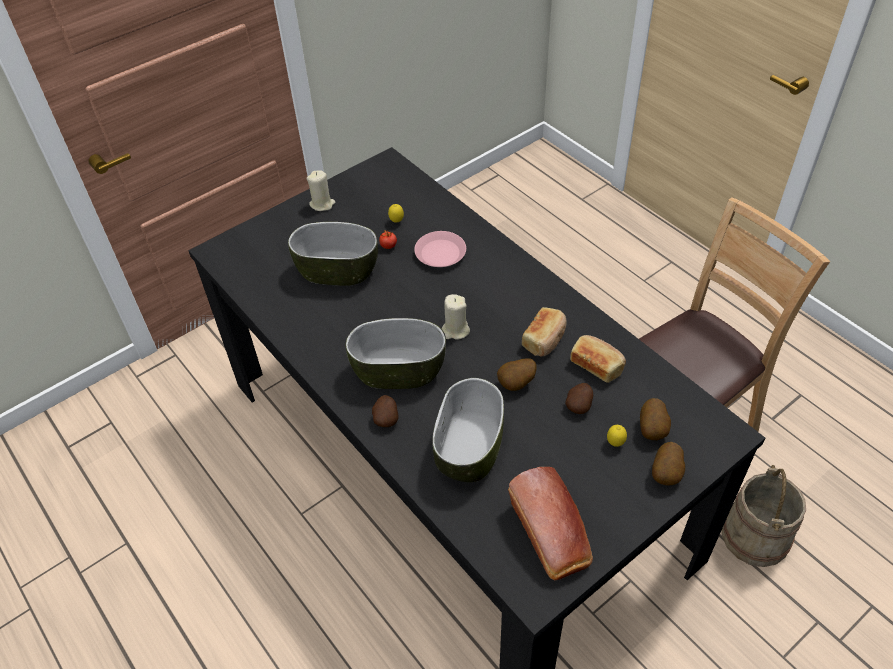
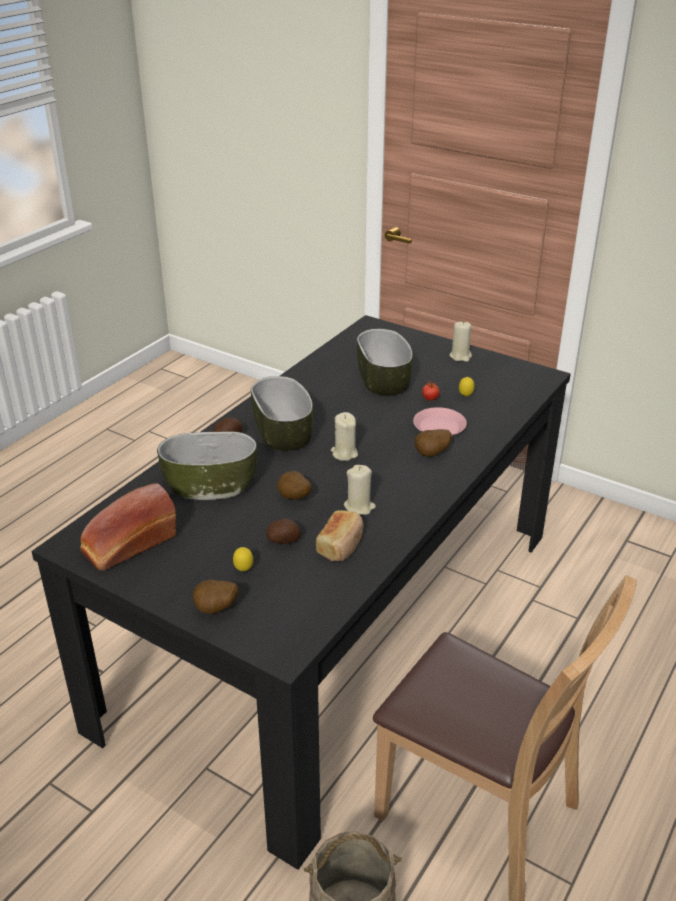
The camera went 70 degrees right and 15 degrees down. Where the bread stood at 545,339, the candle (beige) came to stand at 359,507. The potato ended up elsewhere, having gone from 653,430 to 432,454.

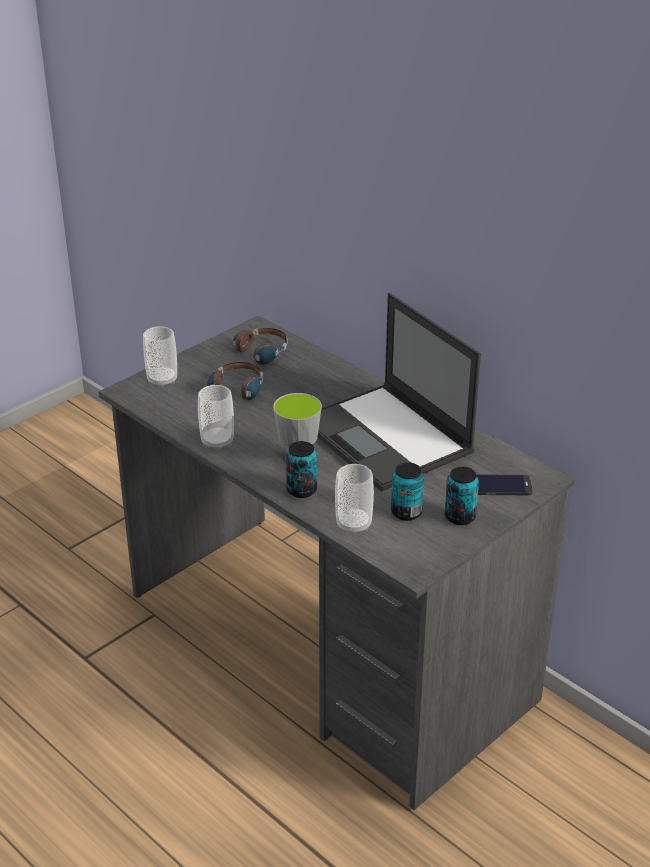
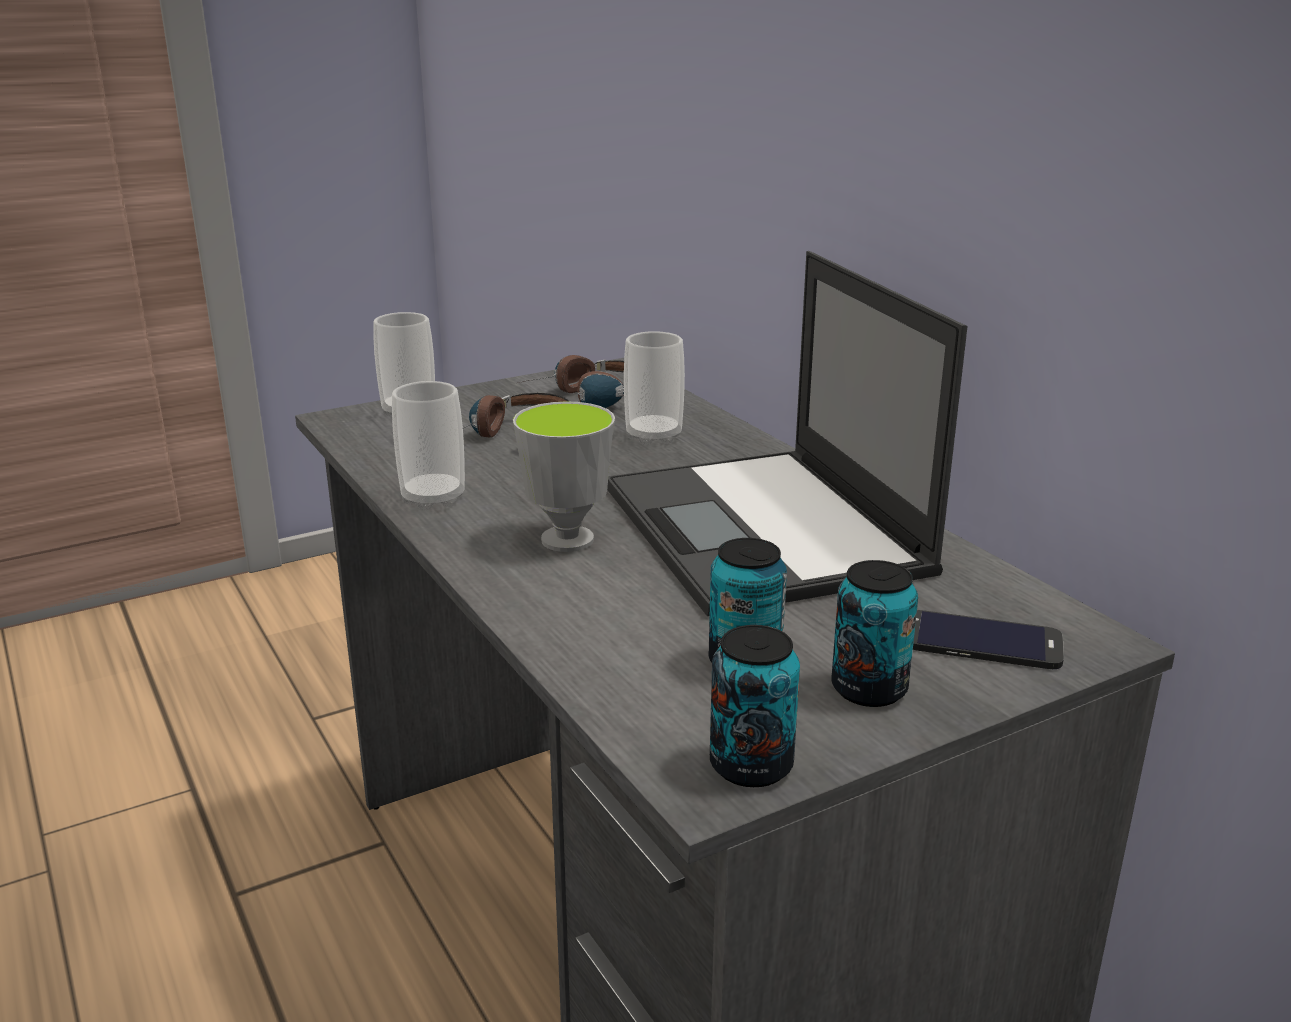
The camera went 15 degrees right and 10 degrees down. The cup ended up elsewhere, having gone from 353,525 to 653,436. The can ended up elsewhere, having gone from 301,490 to 751,765.

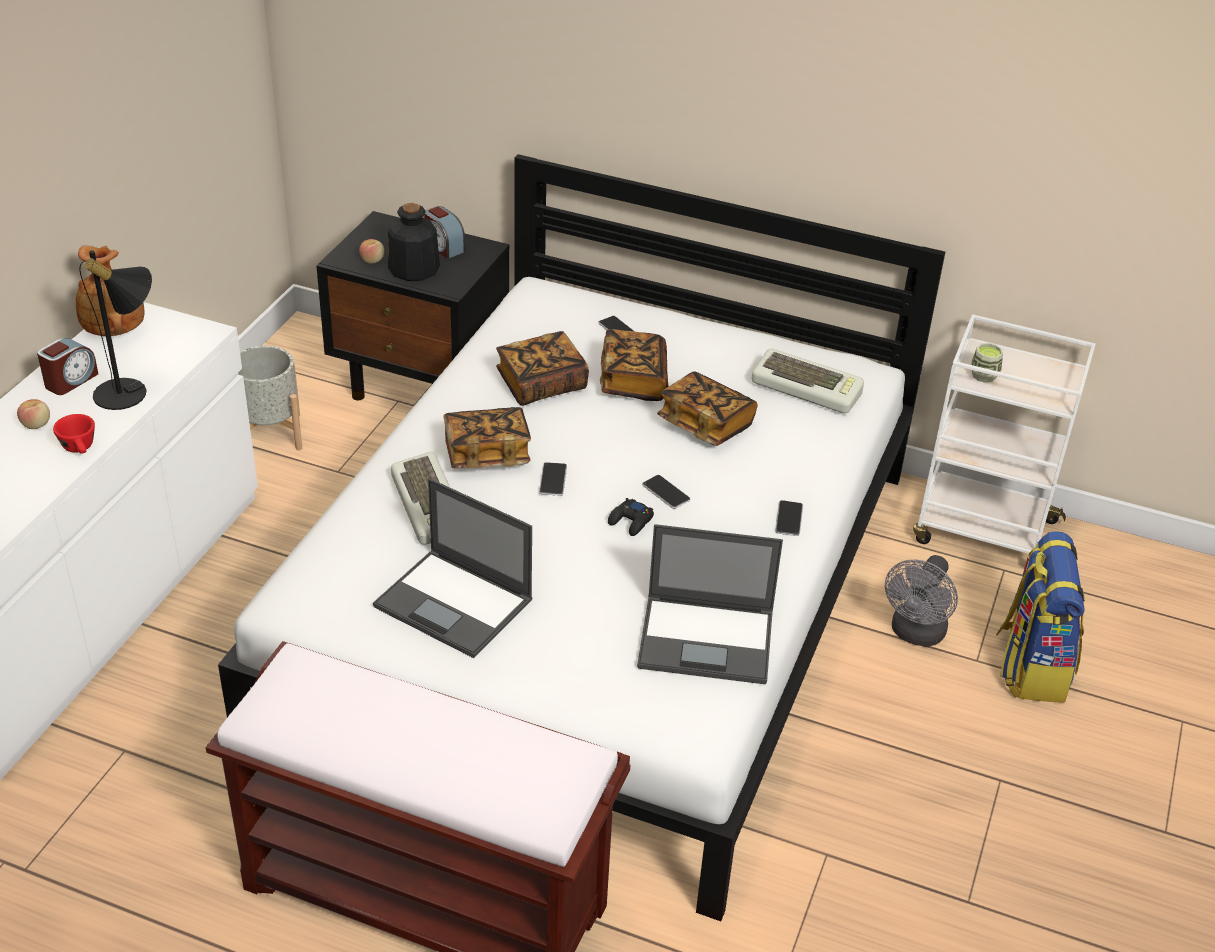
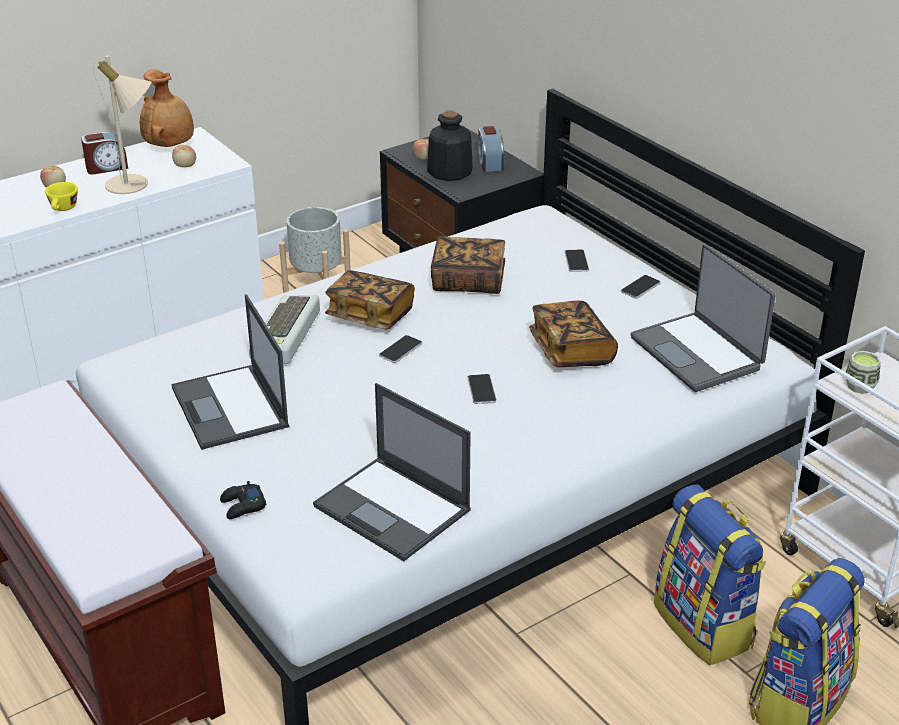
The camera went 35 degrees right and 5 degrees down. What was the cup (red) at 80,449 turned into the cup (yellow) at 63,209. What was the table lamp (black) at 131,392 turned into the table lamp (beige) at 134,185. The second view gained the apple at 185,166. The game controller (black) ended up elsewhere, having gone from 631,521 to 243,506. The phone ended up elsewhere, having gone from 789,519 to 640,287. Where the keyboard stood at 808,388, the laptop came to stand at 698,353. Where the fan (grey) stood at 915,634, the backpack came to stand at 705,625. The second view lost the book at 633,381.

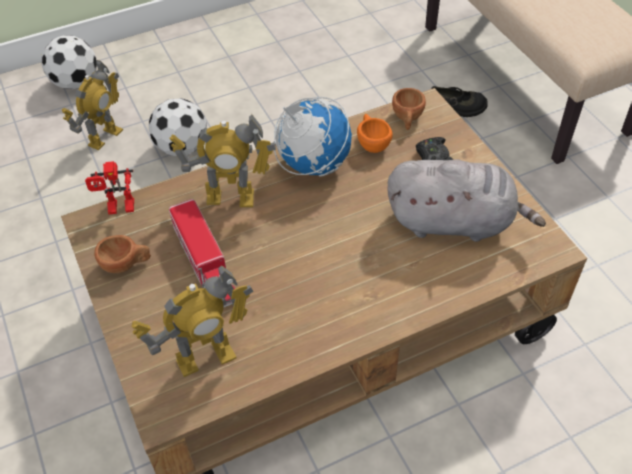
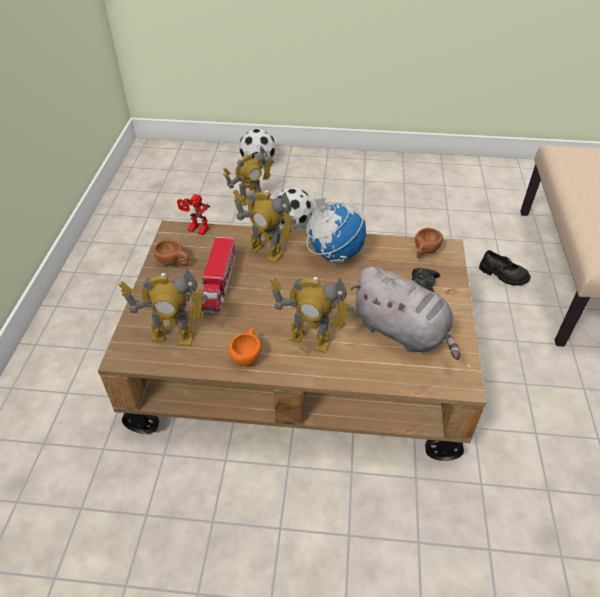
The camera went 30 degrees right and 5 degrees down. The cup (orange) ended up elsewhere, having gone from 372,143 to 247,355. The second view gained the toy robot at 310,340.

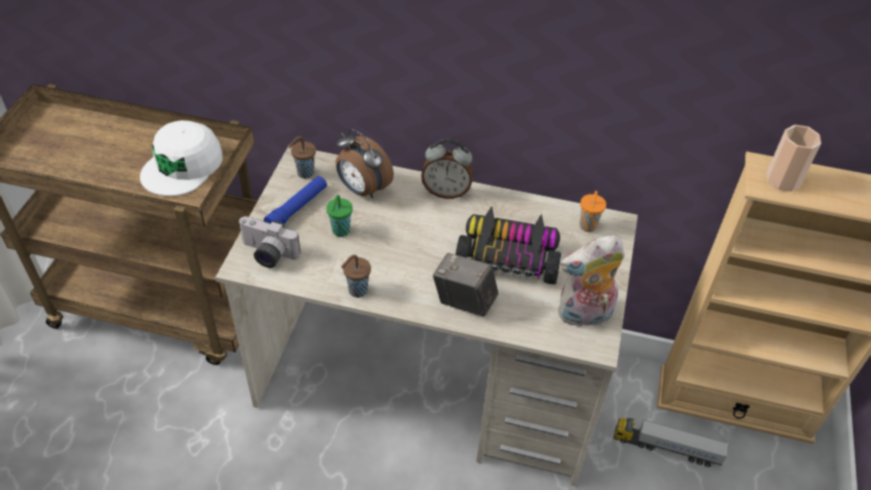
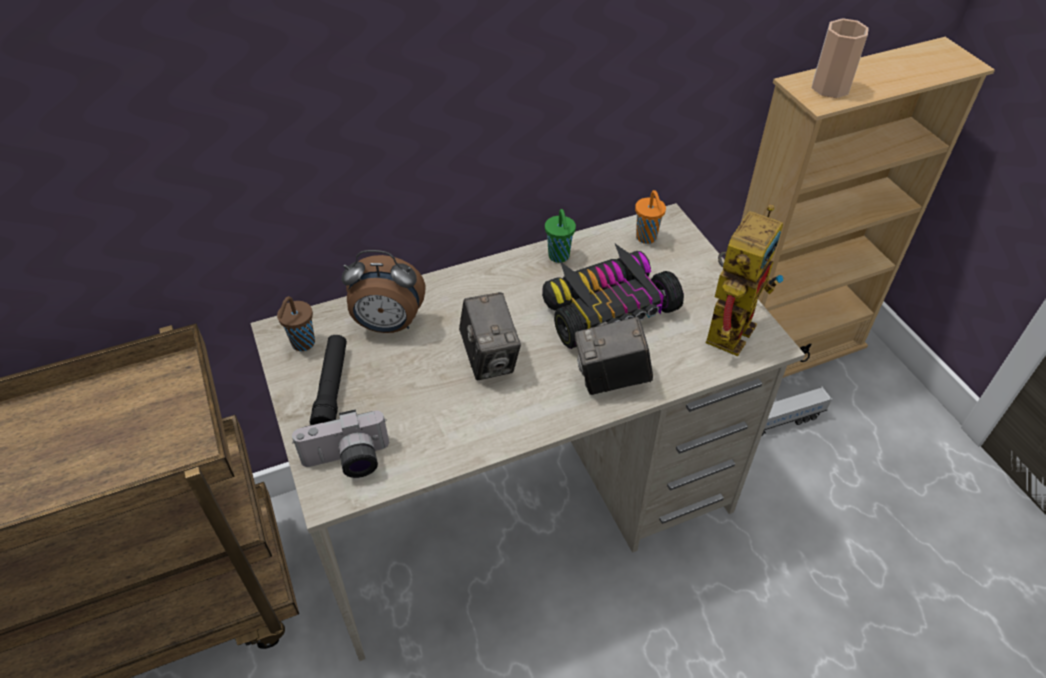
The camera went 35 degrees left and 0 degrees up. What was the flashlight (blue) at 297,208 turned into the flashlight (black) at 332,387. The second view gained the photo camera at 490,358. The cup (green) ended up elsewhere, having gone from 340,231 to 559,257. Where the plush toy stood at 584,316, the toy robot came to stand at 730,323. The second view lost the cap (white) at 183,166. The second view lost the cup (brown) at 357,291. The second view lost the alarm clock at 446,191.

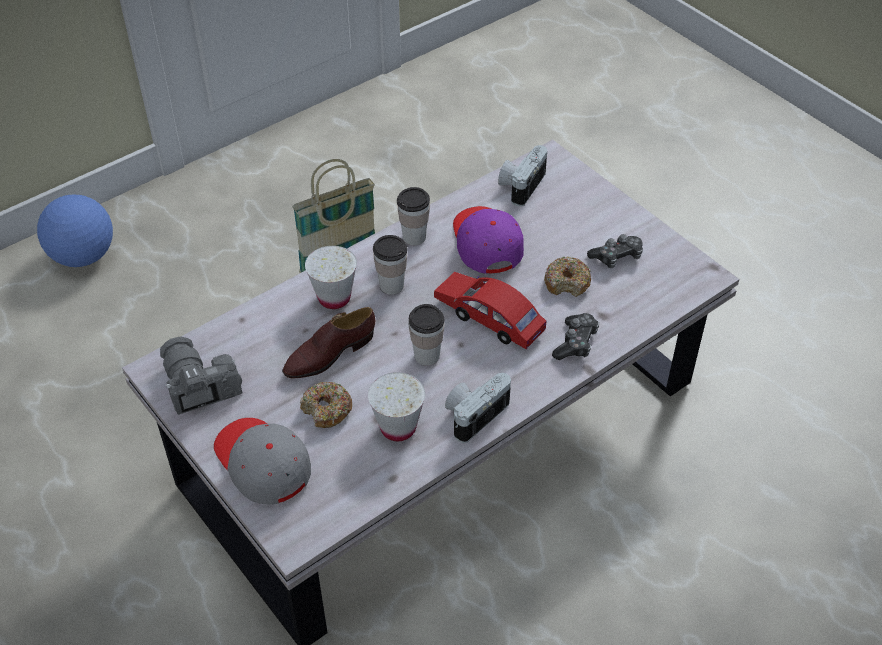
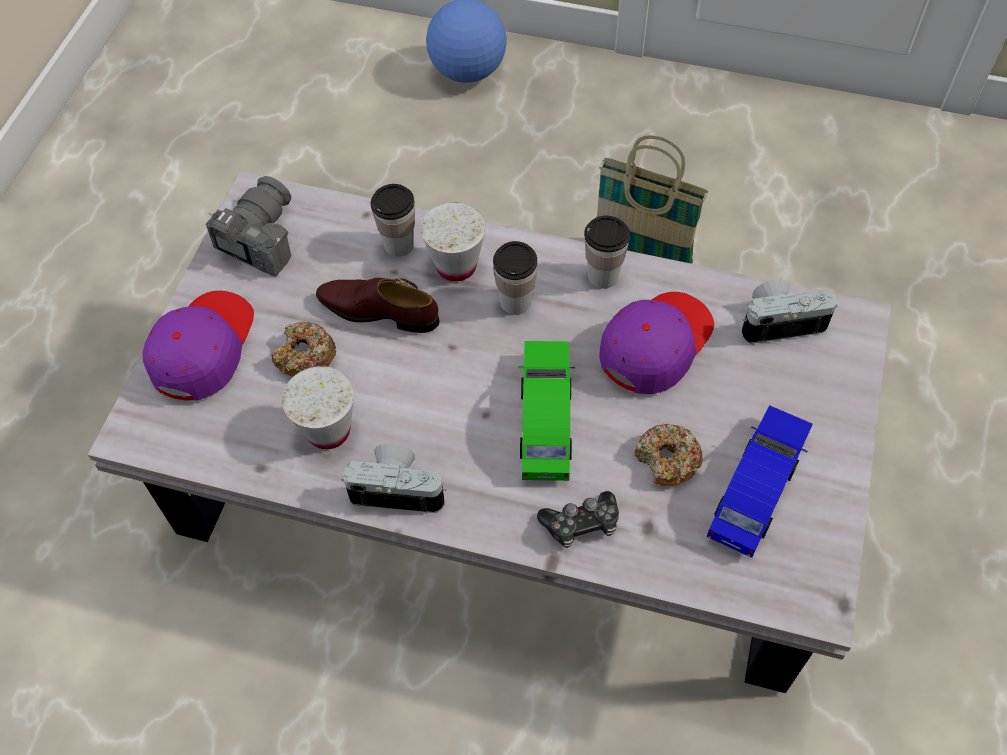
The camera went 55 degrees right and 10 degrees up. What was the cap (grey) at 262,463 turned into the cap (purple) at 203,349. The cup ended up elsewhere, having gone from 427,356 to 399,245. What was the toy car (red) at 488,318 turned into the toy car (green) at 545,417. Where the game controller stood at 617,257, the toy car (blue) came to stand at 757,486.

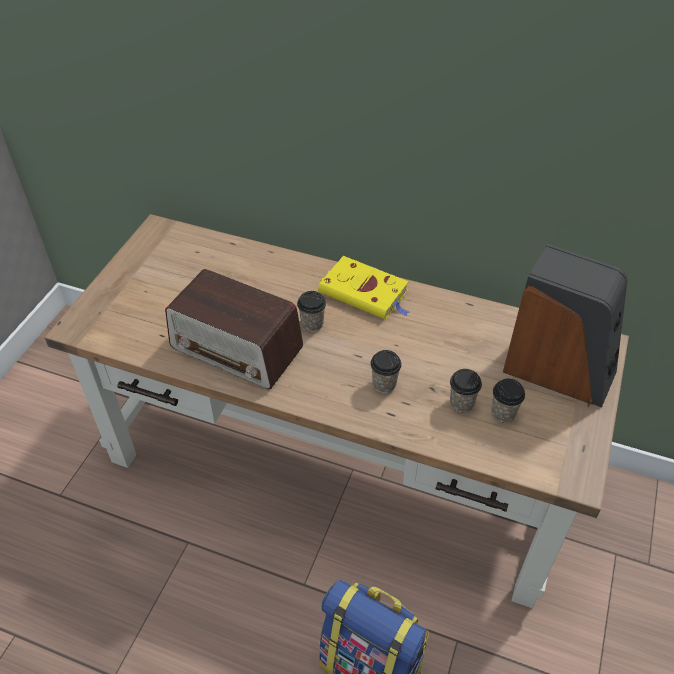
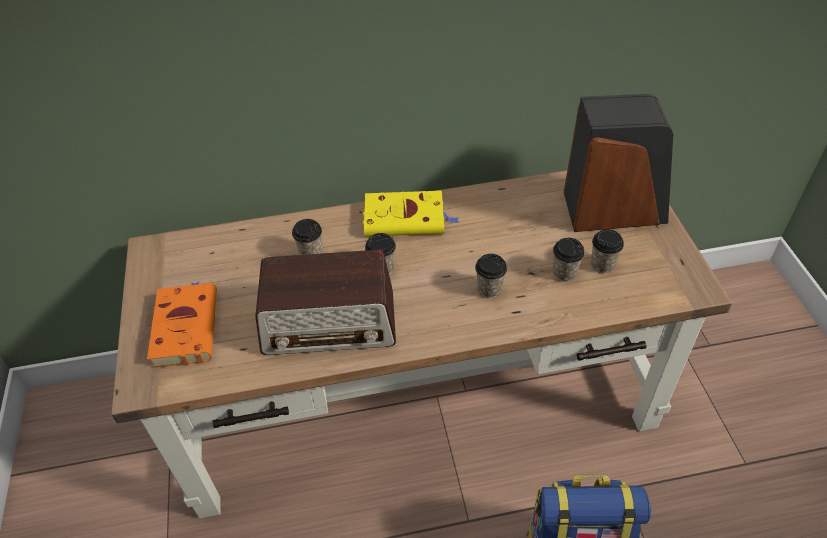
The camera went 30 degrees left and 0 degrees up. The second view gained the book (orange) at 185,326. The second view gained the cup at 311,253.

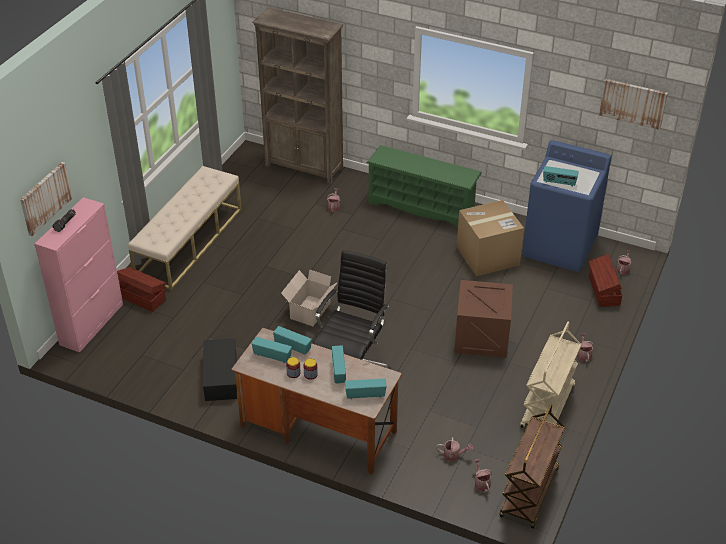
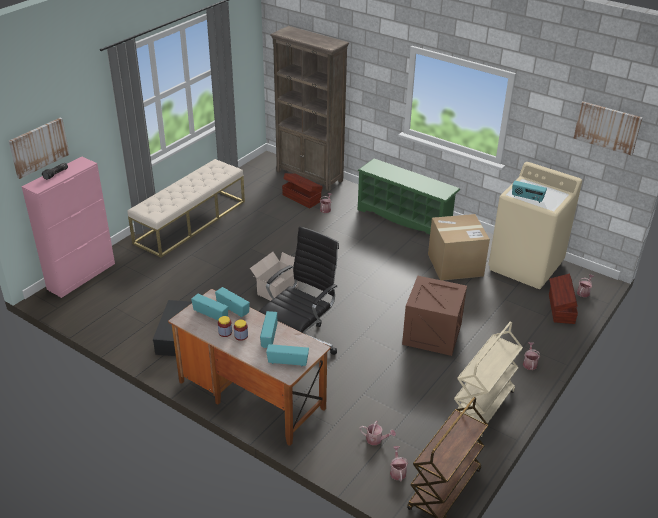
The camera went 10 degrees right and 5 degrees down. The storage box (brown) ended up elsewhere, having gone from 141,297 to 301,198. What was the washing machine (blue) at 560,247 turned into the washing machine (beige) at 526,266.

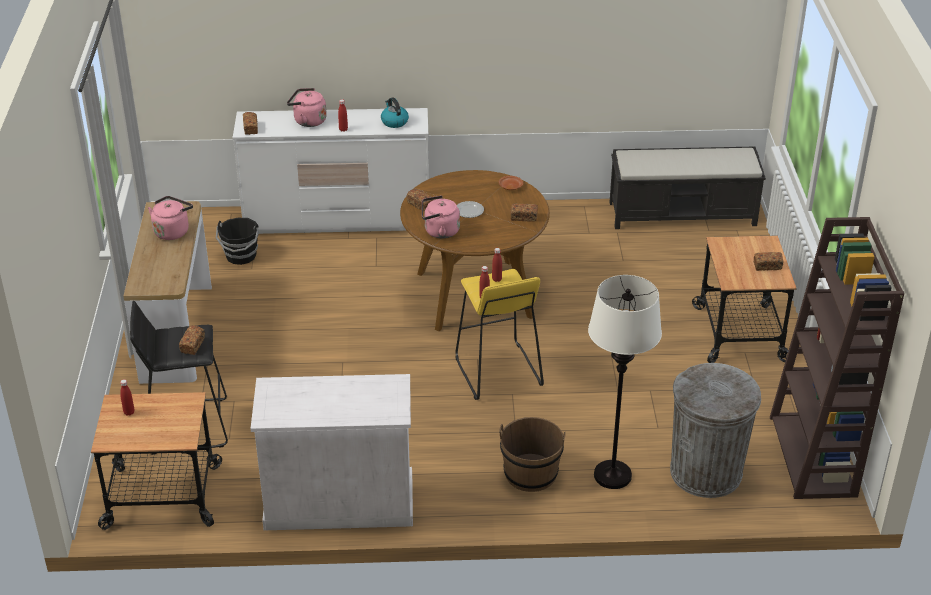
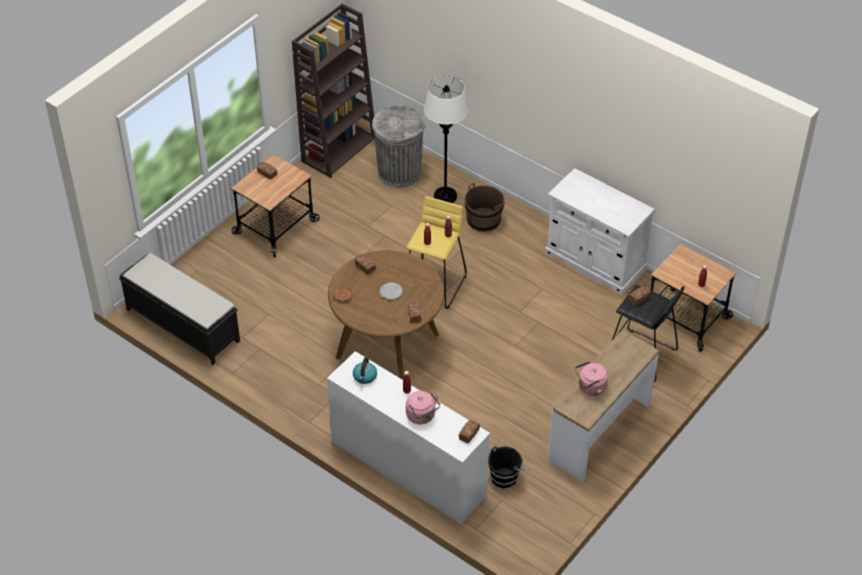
The camera went 140 degrees left and 10 degrees up. The second view lost the kettle (pink) at 439,231.

